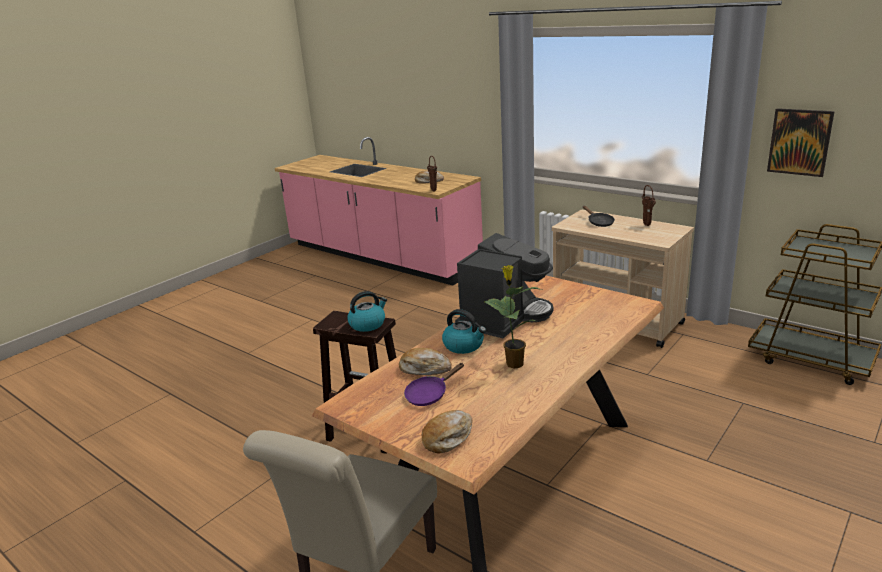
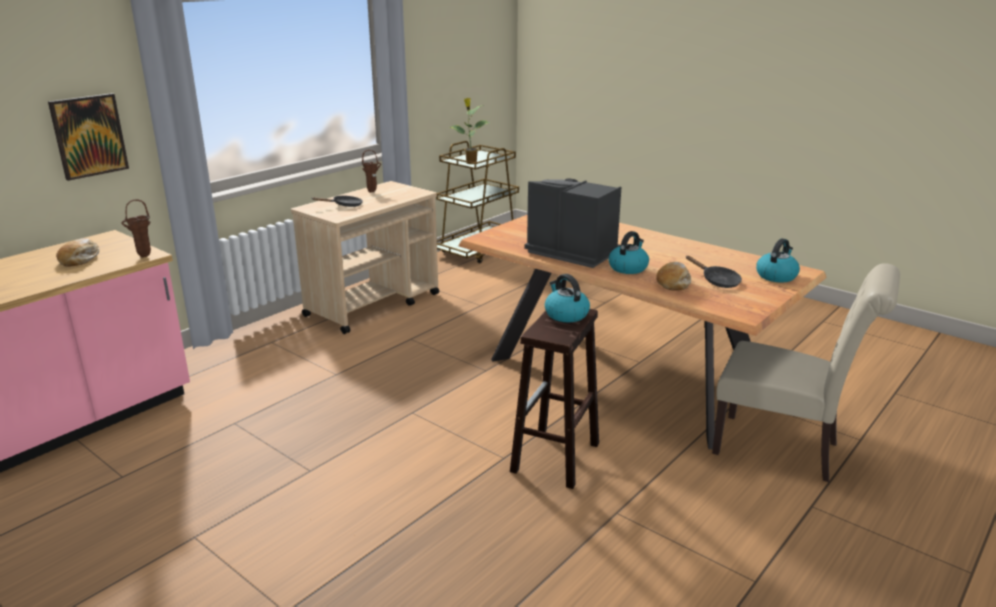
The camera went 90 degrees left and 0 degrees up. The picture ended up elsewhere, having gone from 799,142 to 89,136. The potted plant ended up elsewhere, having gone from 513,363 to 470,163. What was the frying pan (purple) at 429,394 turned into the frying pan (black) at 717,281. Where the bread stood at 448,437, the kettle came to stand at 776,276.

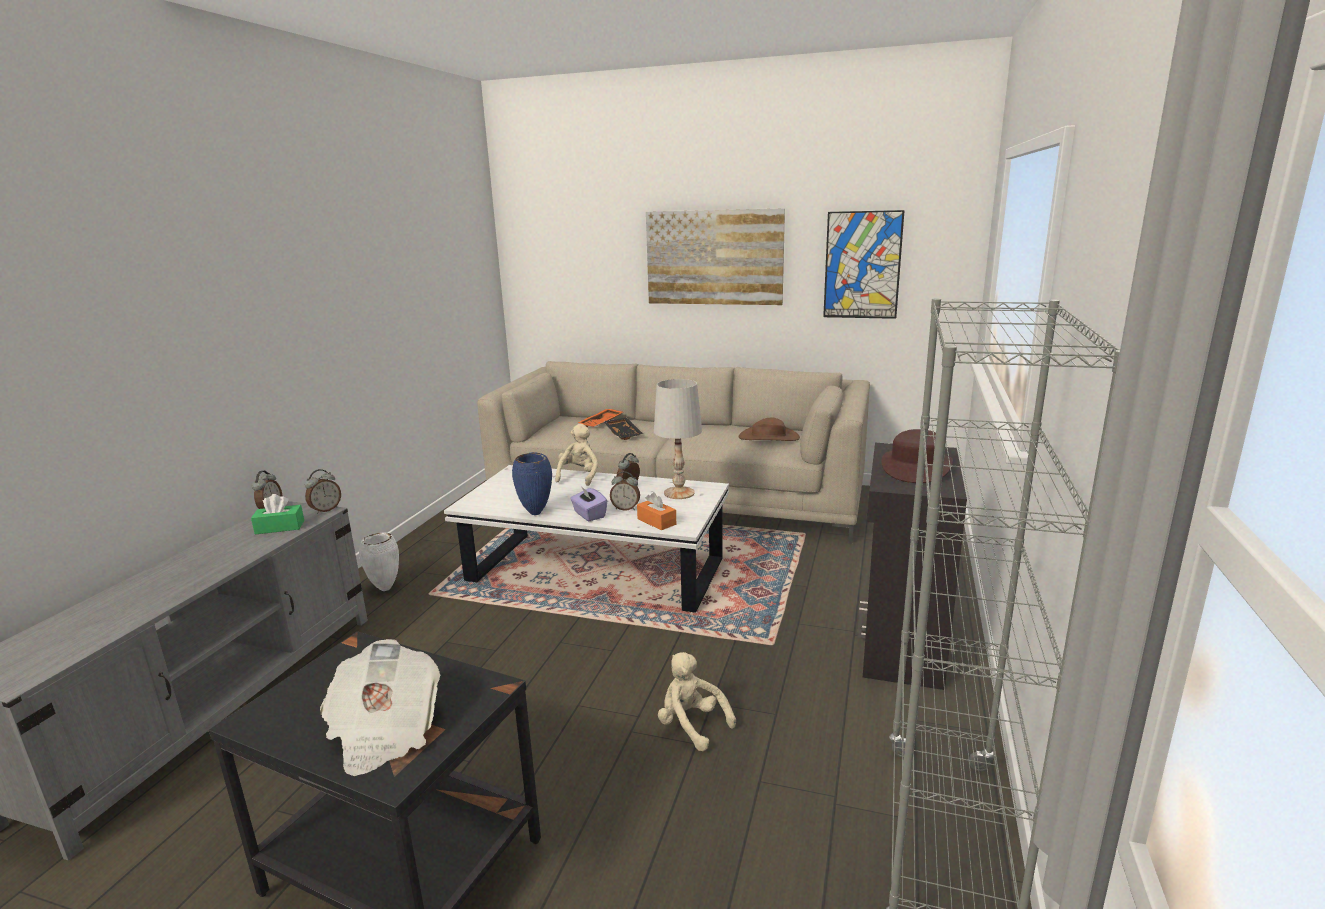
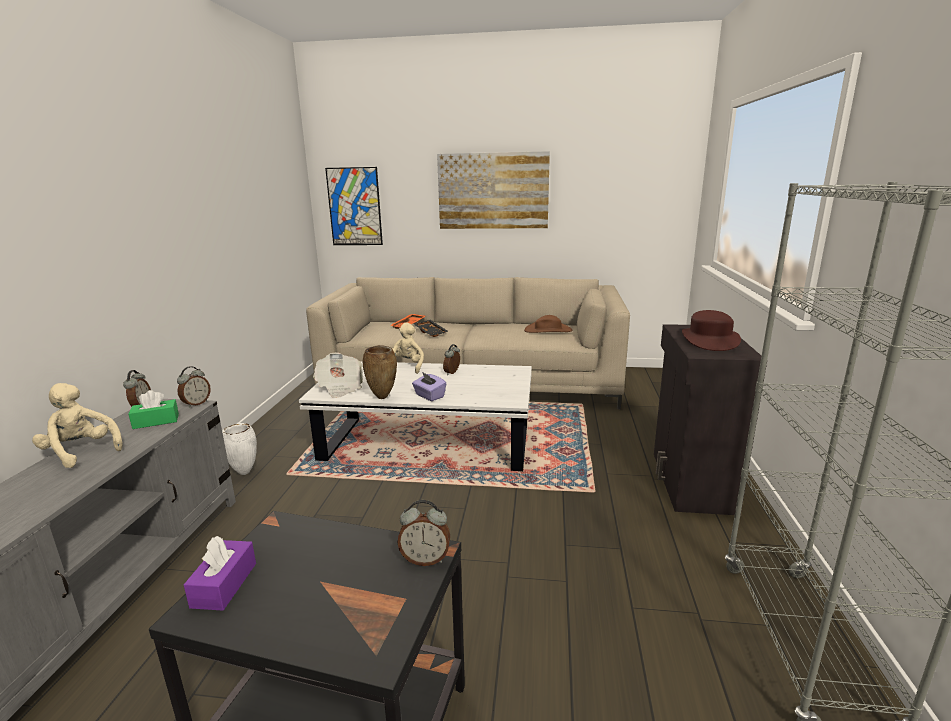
The camera went 10 degrees left and 0 degrees up. The plush toy (beige) ended up elsewhere, having gone from 691,725 to 81,452. The second view gained the tissue box (purple) at 224,585. The newspaper ended up elsewhere, having gone from 384,731 to 340,388. The picture ended up elsewhere, having gone from 862,265 to 354,207. What was the vase (blue) at 536,513 turned into the vase (brown) at 383,397. The alarm clock ended up elsewhere, having gone from 625,508 to 425,559. The second view lost the tissue box (orange) at 656,521. The second view lost the table lamp (white) at 679,493.

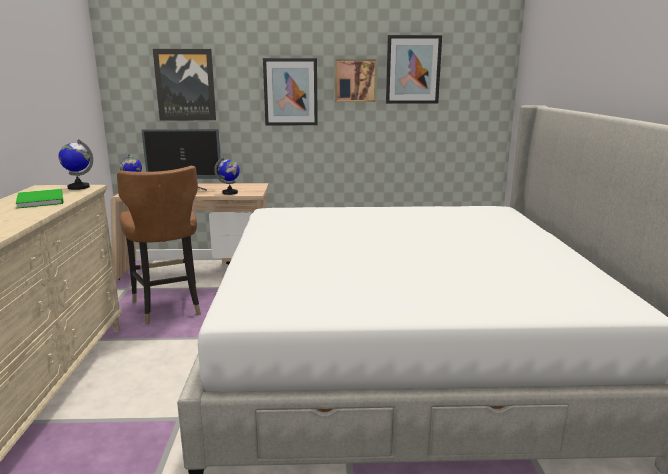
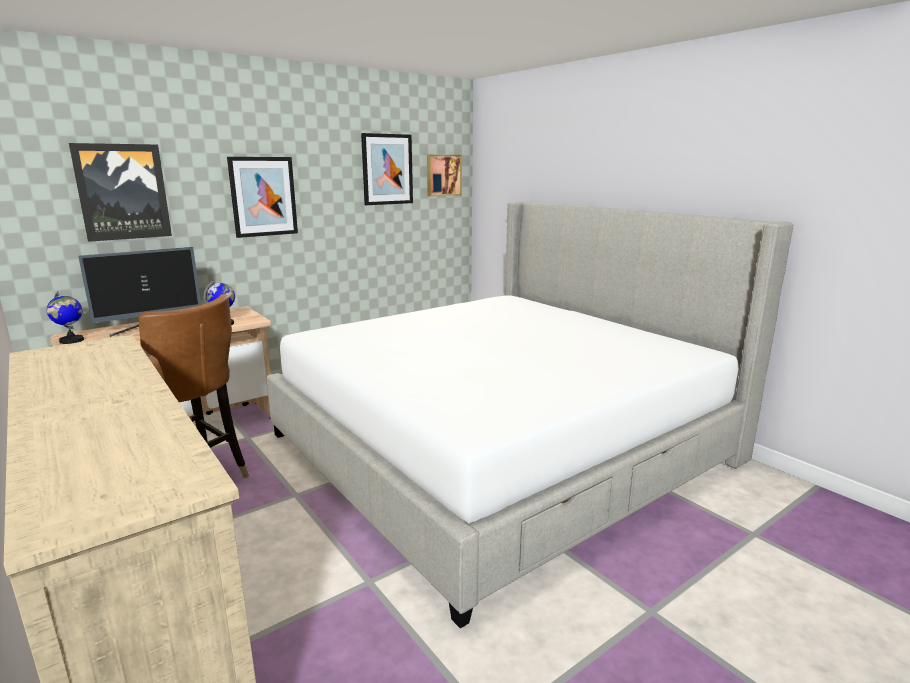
The camera went 35 degrees left and 0 degrees up. The picture ended up elsewhere, having gone from 355,80 to 443,175. The second view lost the book (green) at 42,200. The second view lost the globe at 78,187.

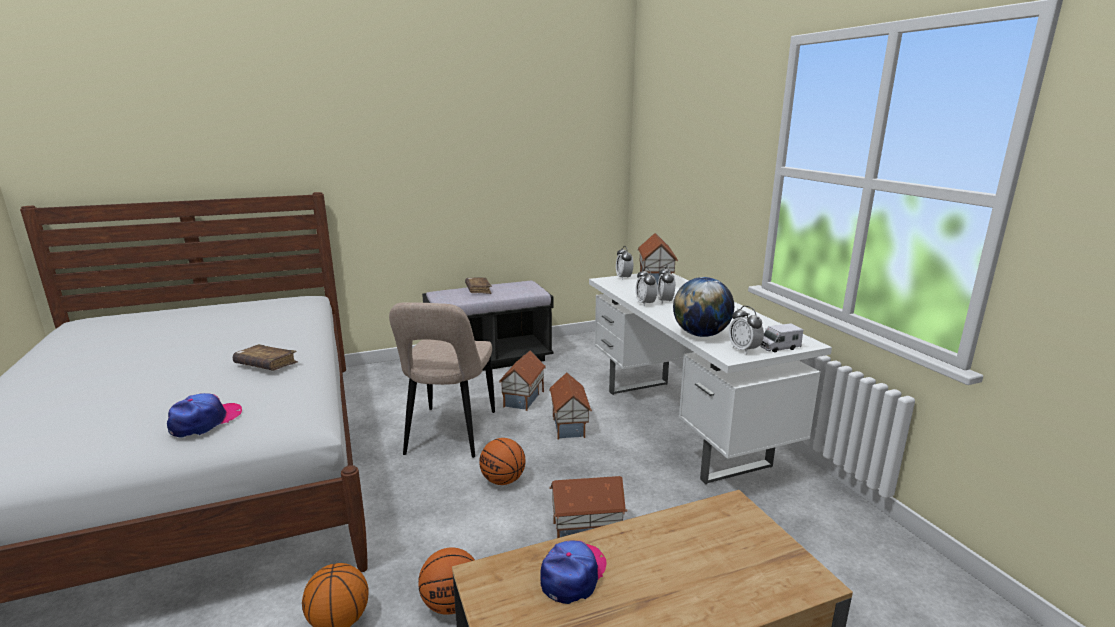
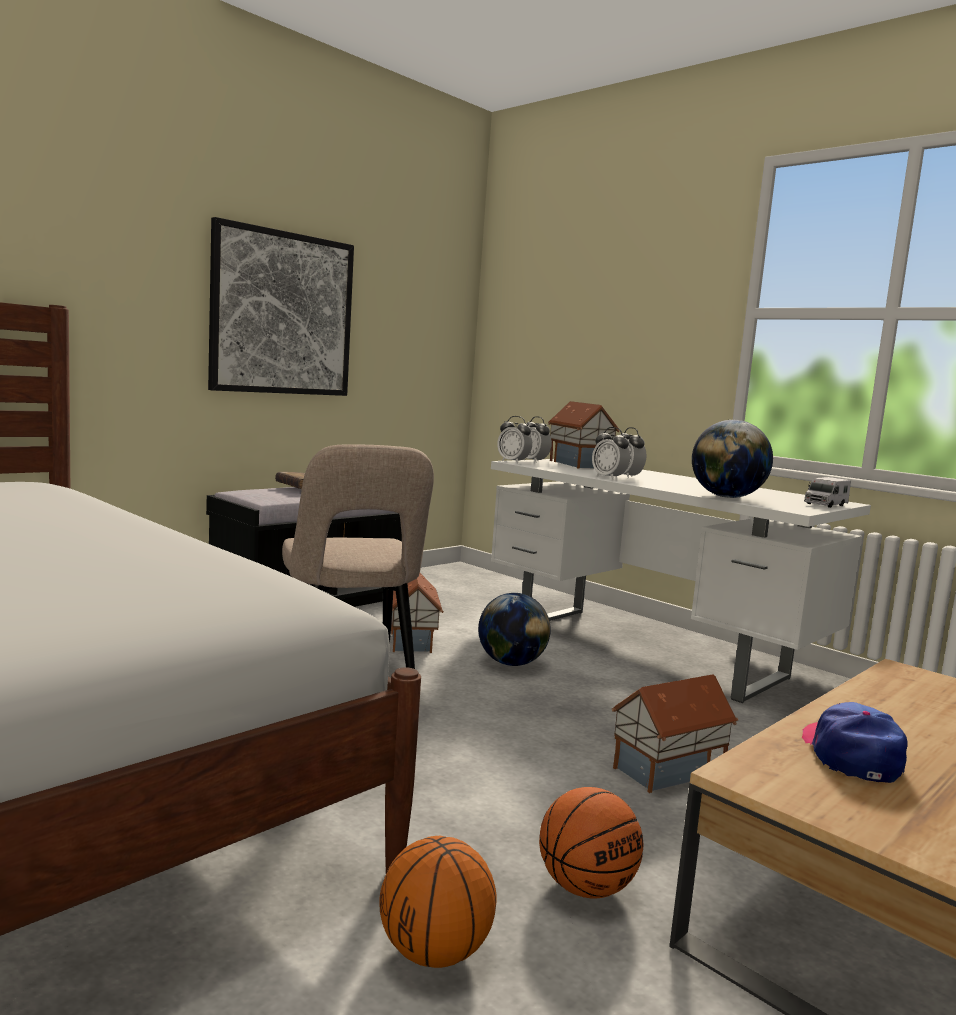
The camera went 25 degrees left and 10 degrees down. The second view gained the picture at 282,313. Where the toy house stood at 570,426, the globe came to stand at 511,663. The alarm clock ended up elsewhere, having gone from 744,350 to 513,462. The second view lost the cap at 205,421. The second view lost the book (brown) at 266,365. The second view lost the basketball at 503,480.

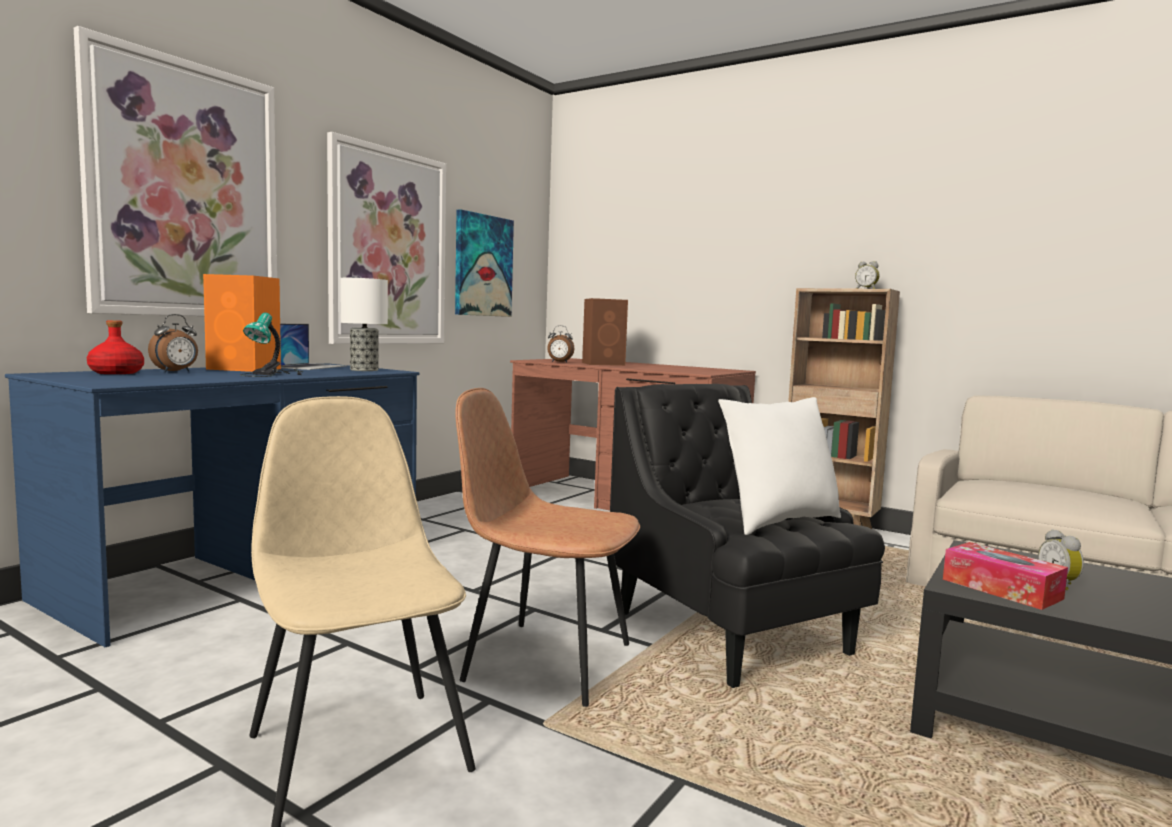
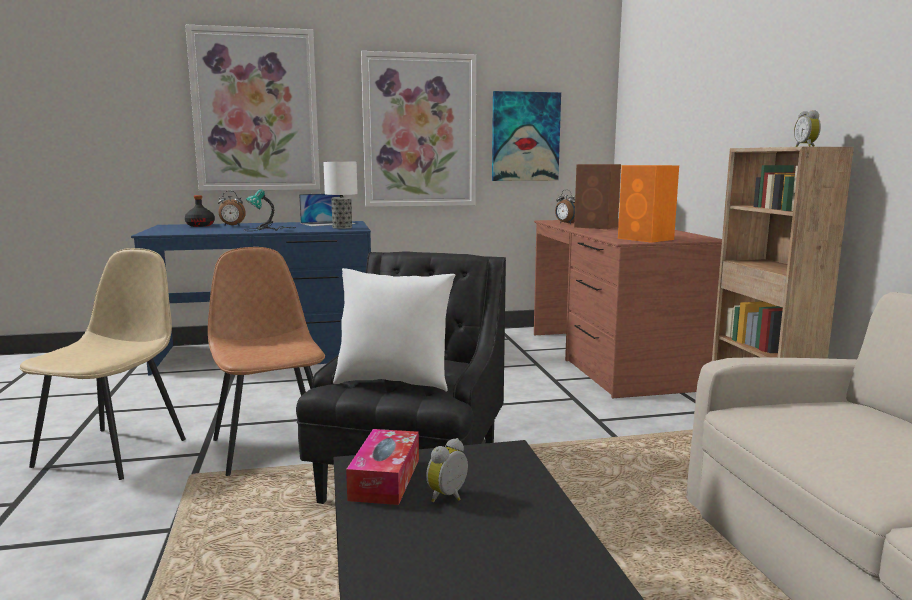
The camera went 45 degrees right and 5 degrees up. What was the bottle (red) at 116,373 turned into the bottle (black) at 200,225. The speaker (orange) ended up elsewhere, having gone from 246,369 to 646,239.

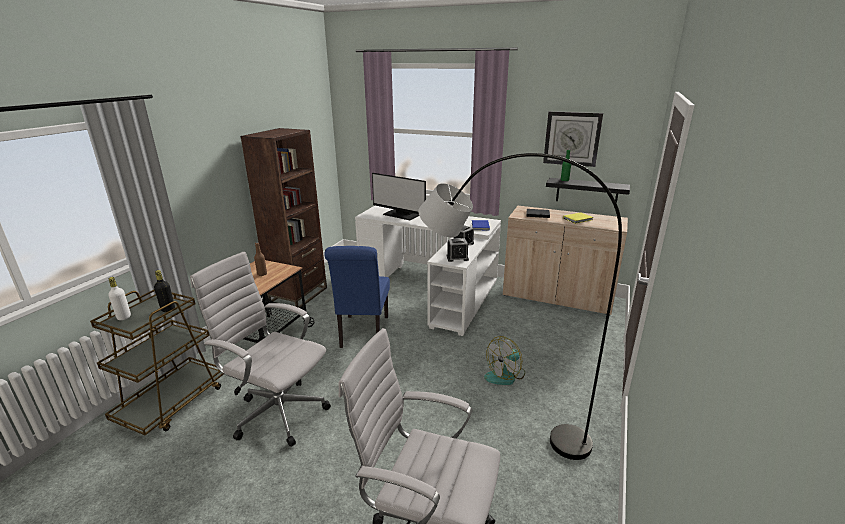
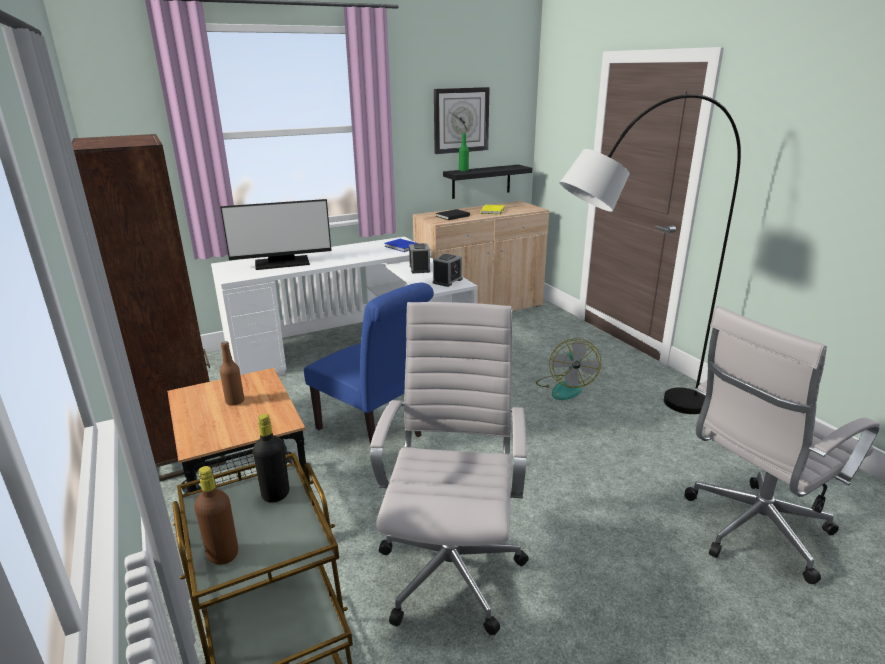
The camera went 50 degrees left and 0 degrees up. What was the bottle (white) at 124,317 turned into the bottle (brown) at 223,554. The office chair (white) at 277,412 ended up facing another way, 120 degrees clockwise from before.

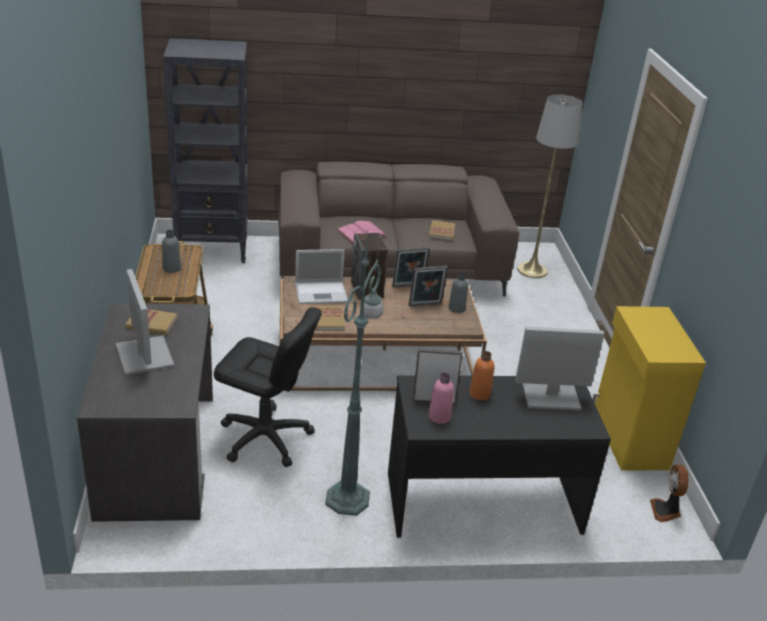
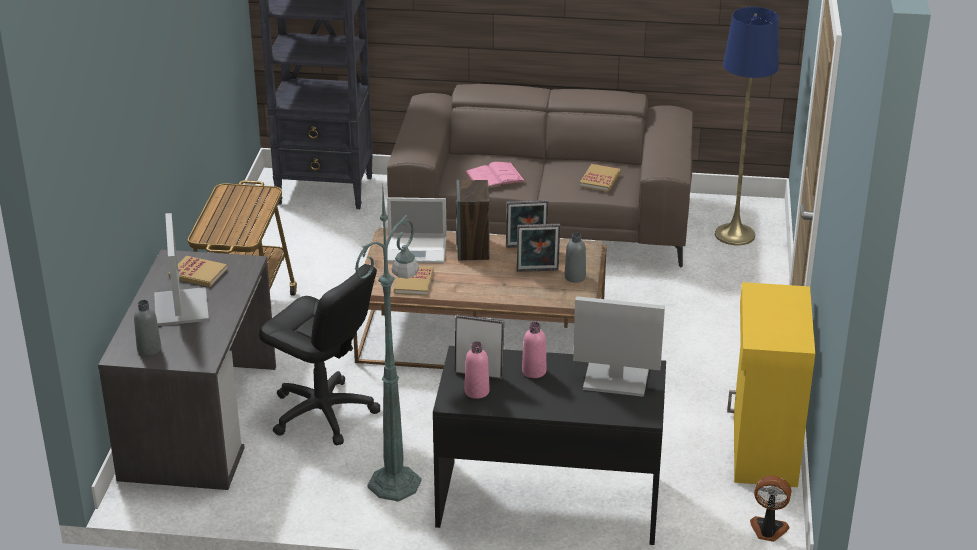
The camera went 15 degrees right and 0 degrees up. The bottle (grey) ended up elsewhere, having gone from 171,268 to 149,349. What was the bottle (orange) at 479,394 turned into the bottle (pink) at 534,371. What was the floor lamp (grey) at 532,270 turned into the floor lamp (blue) at 735,234. The fan at 666,511 ended up facing another way, 90 degrees clockwise from before.

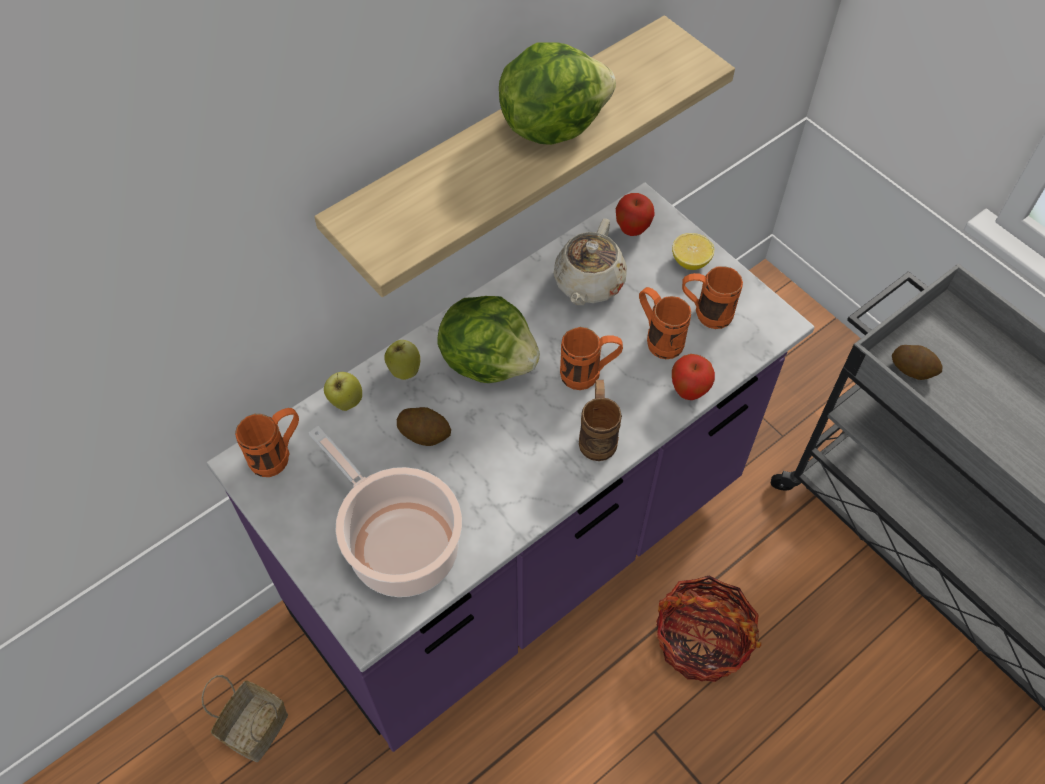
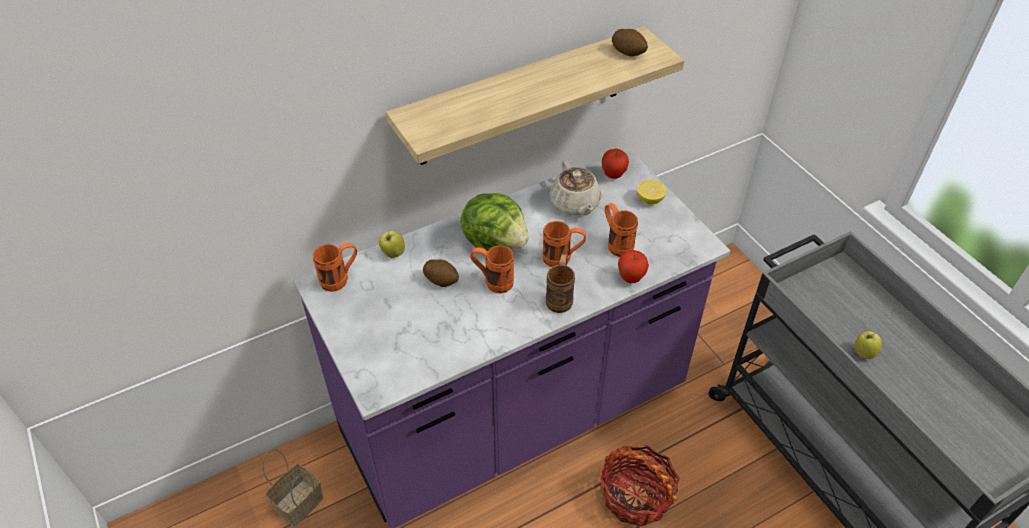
The camera went 10 degrees right and 10 degrees down. The mug (orange) ended up elsewhere, having gone from 705,314 to 493,282. The teapot (beige) at 588,283 ended up facing another way, 45 degrees counterclockwise from before. The potato ended up elsewhere, having gone from 912,369 to 628,52. The apple ended up elsewhere, having gone from 404,370 to 863,353. The second view lost the cooking pot at 399,544. The second view lost the lettuce at 551,124.

